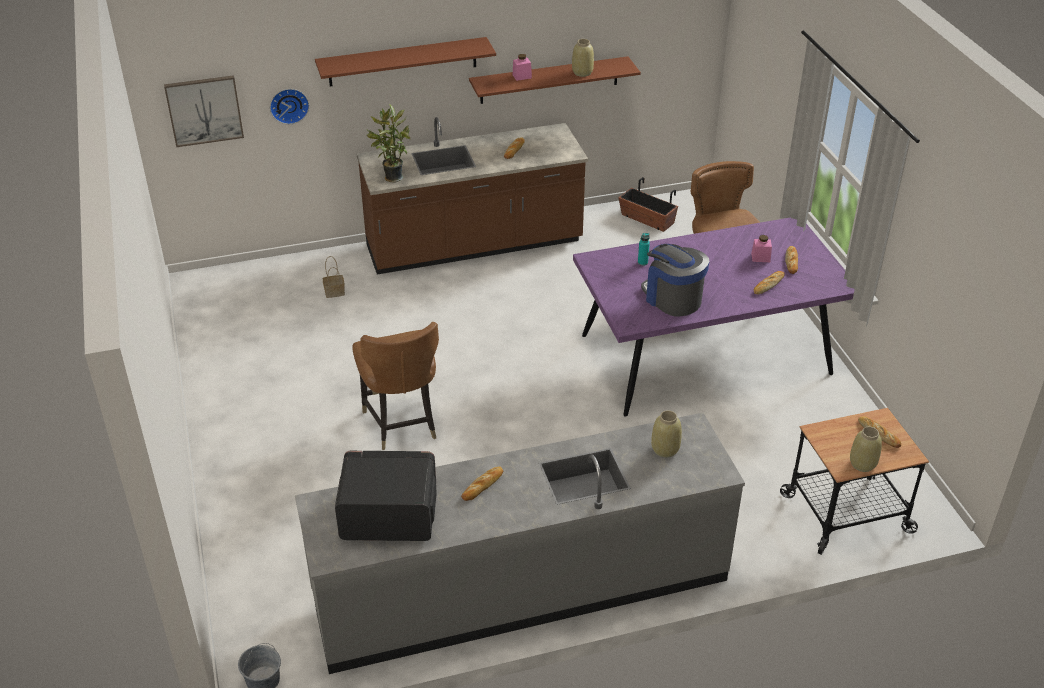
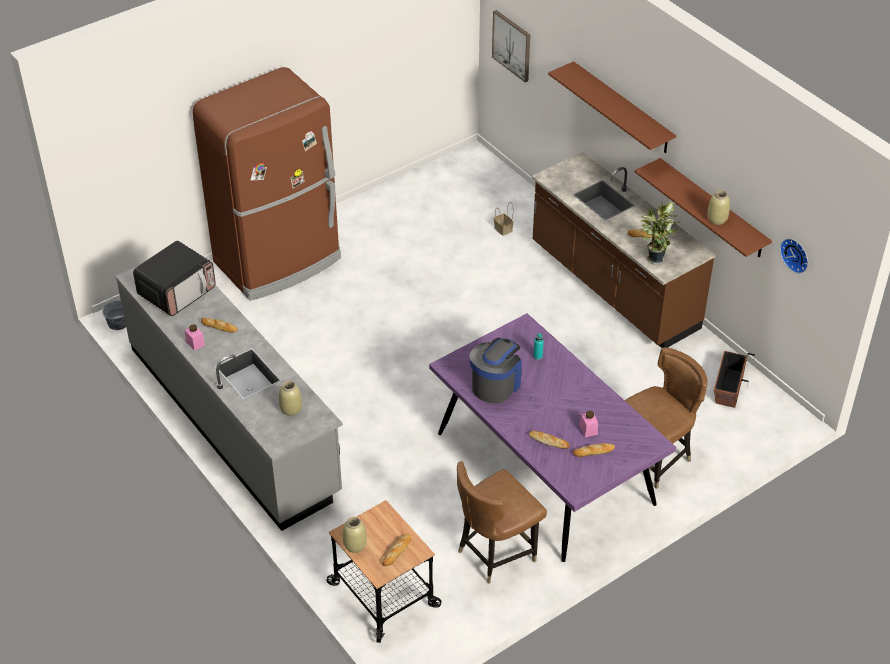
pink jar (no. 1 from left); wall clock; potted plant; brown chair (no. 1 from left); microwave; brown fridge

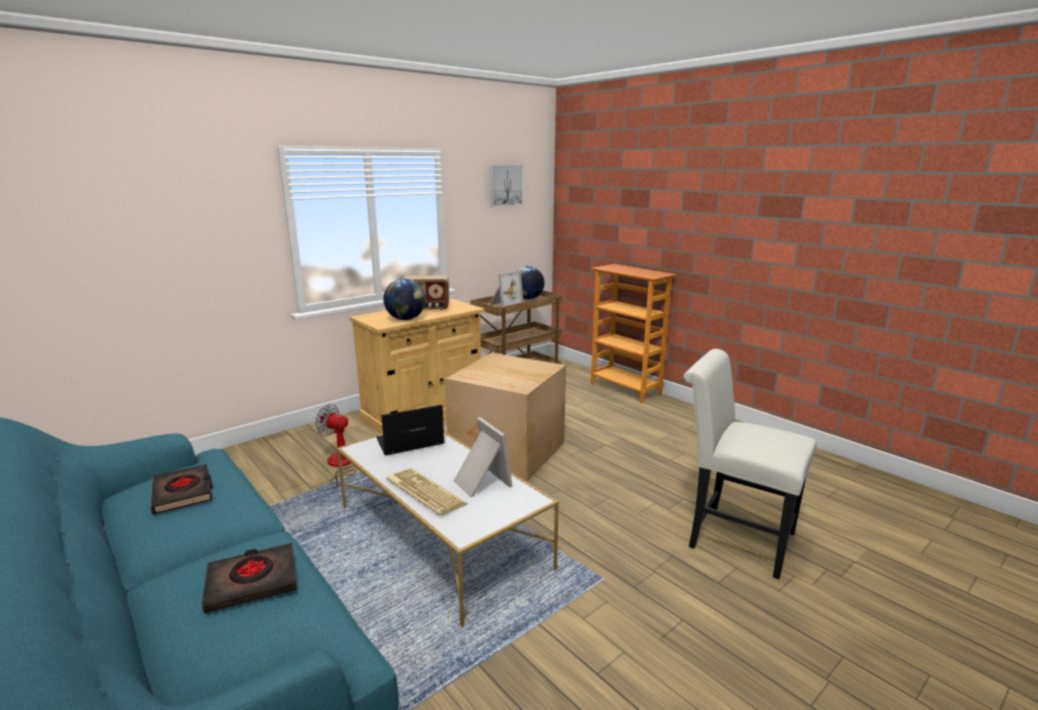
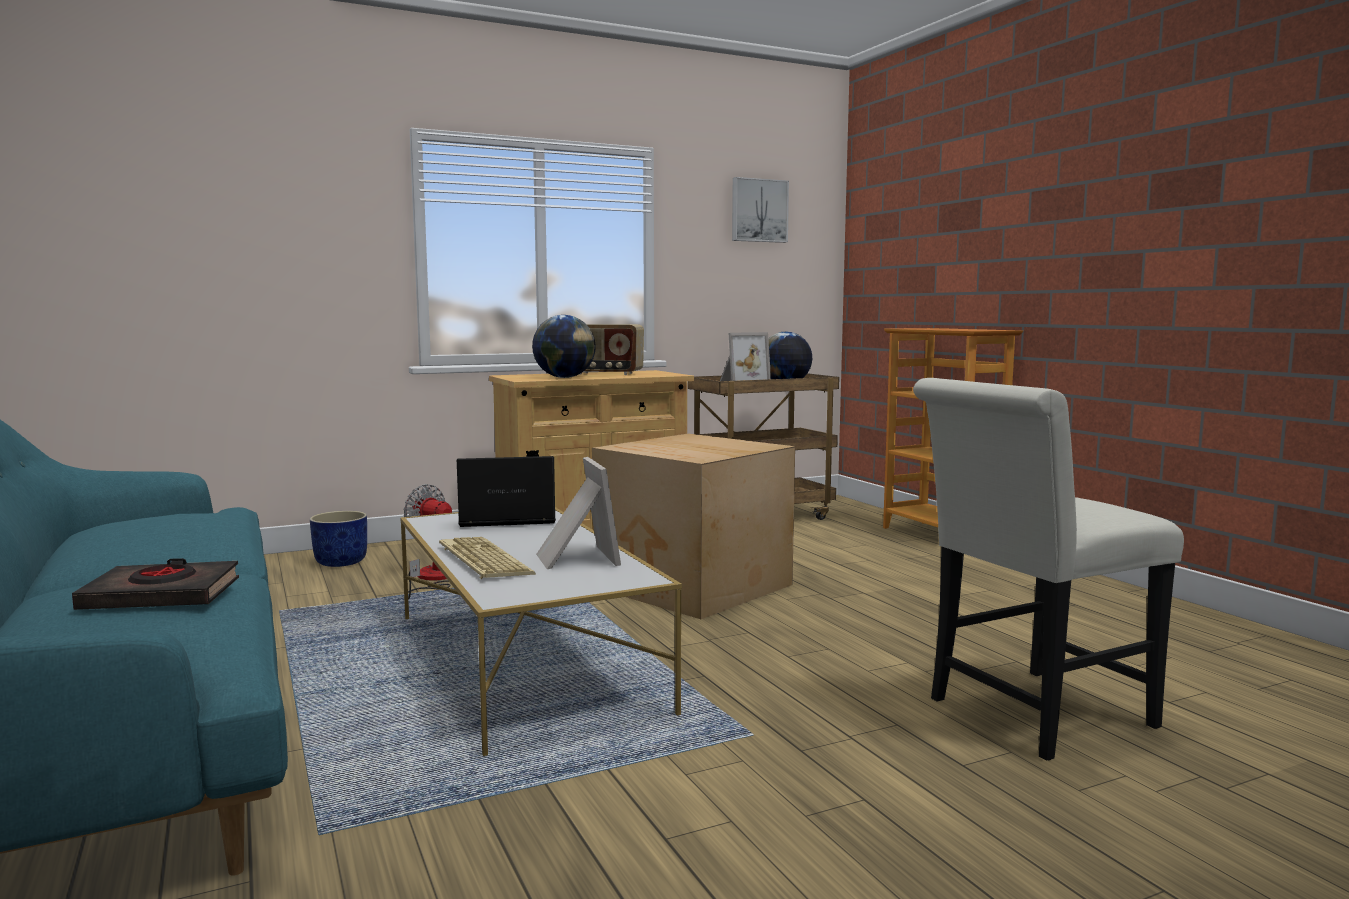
white chair; black book (no. 1 from left in the first image); blue planter

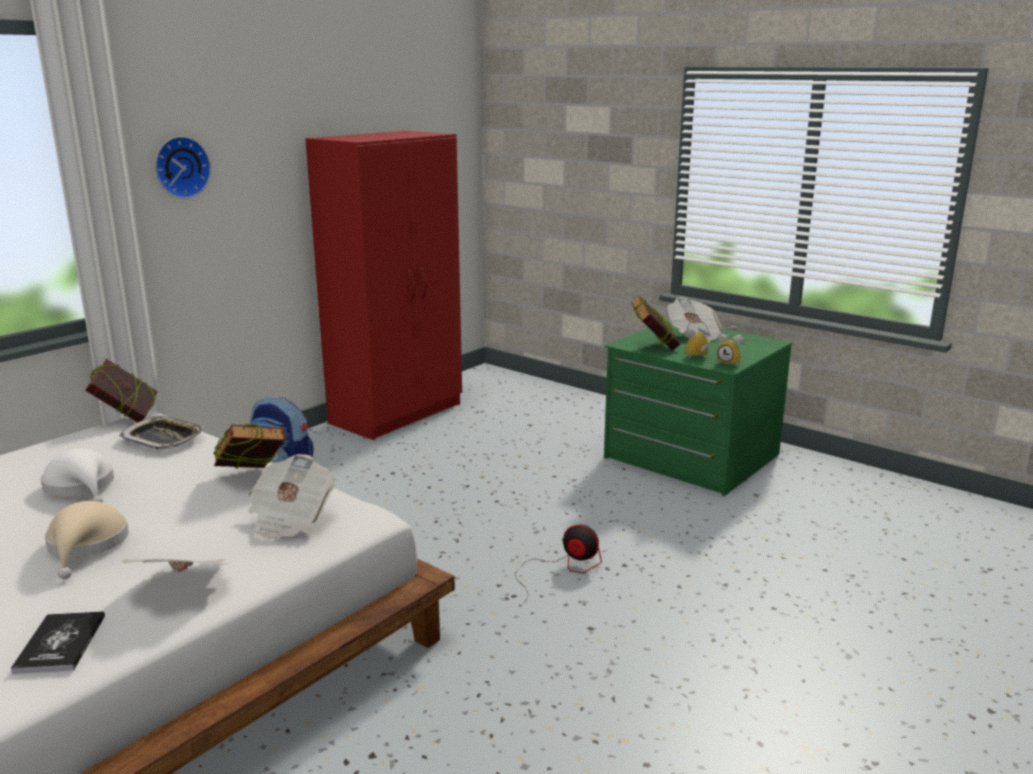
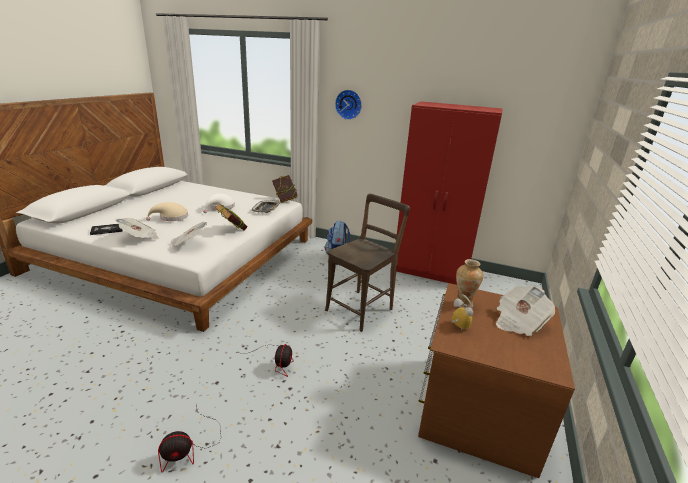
vase; brown dresser; alarm clock (no. 2 from left in the first image); brown chair; fan (no. 1 from left)

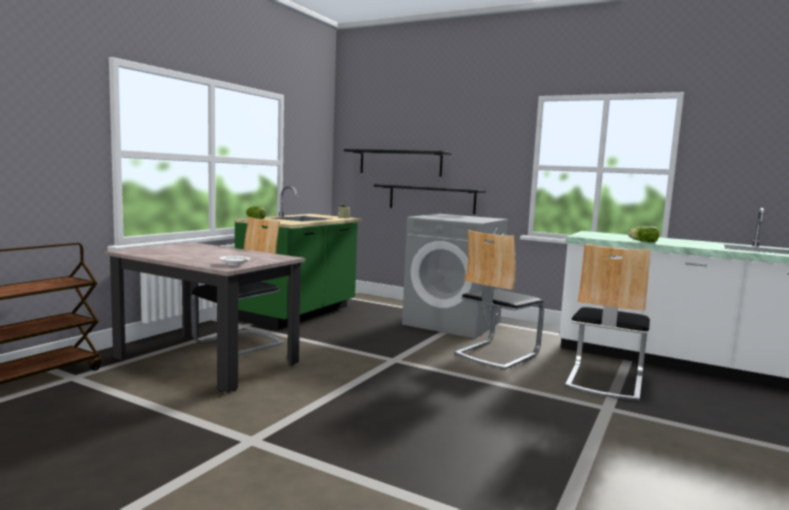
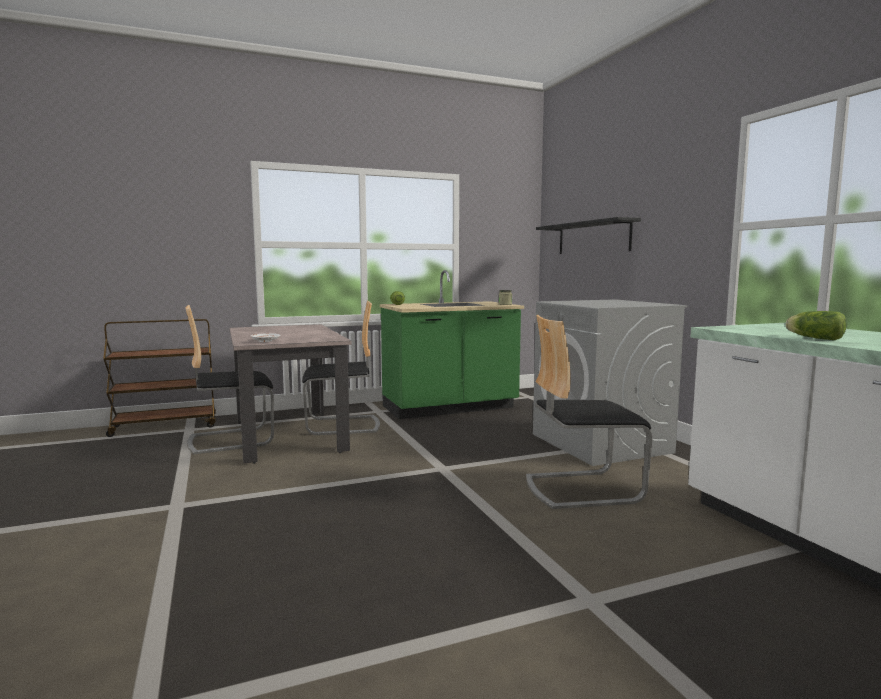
black shelf (no. 2 from left in the first image); chair (no. 1 from left)

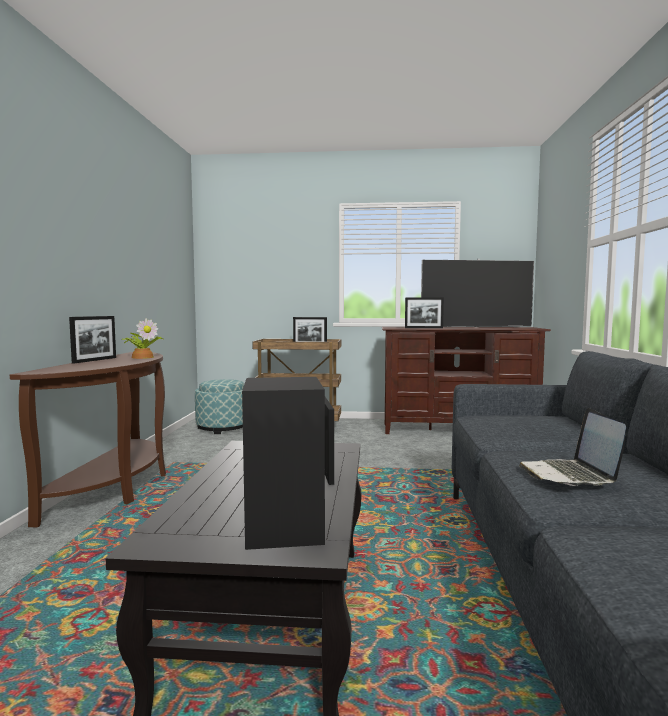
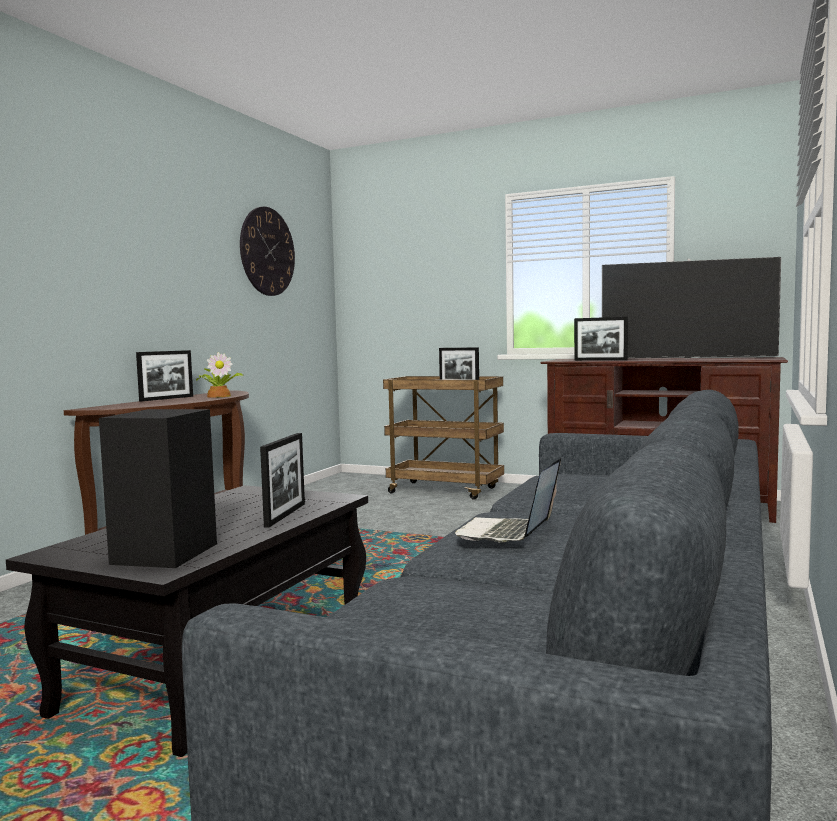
ottoman; wall clock

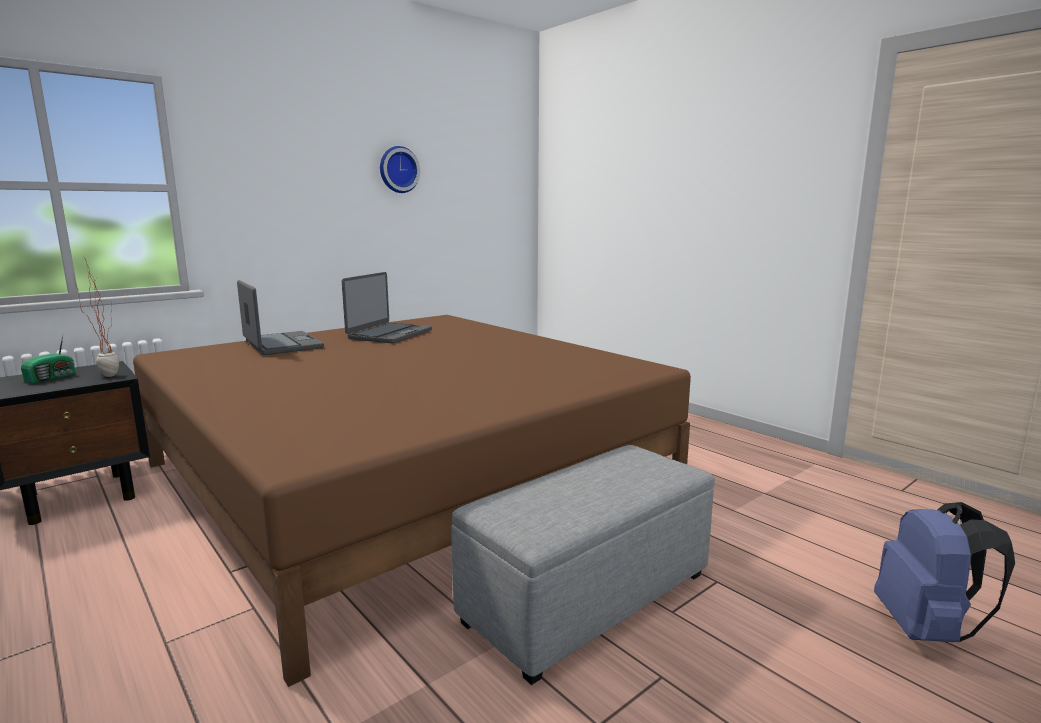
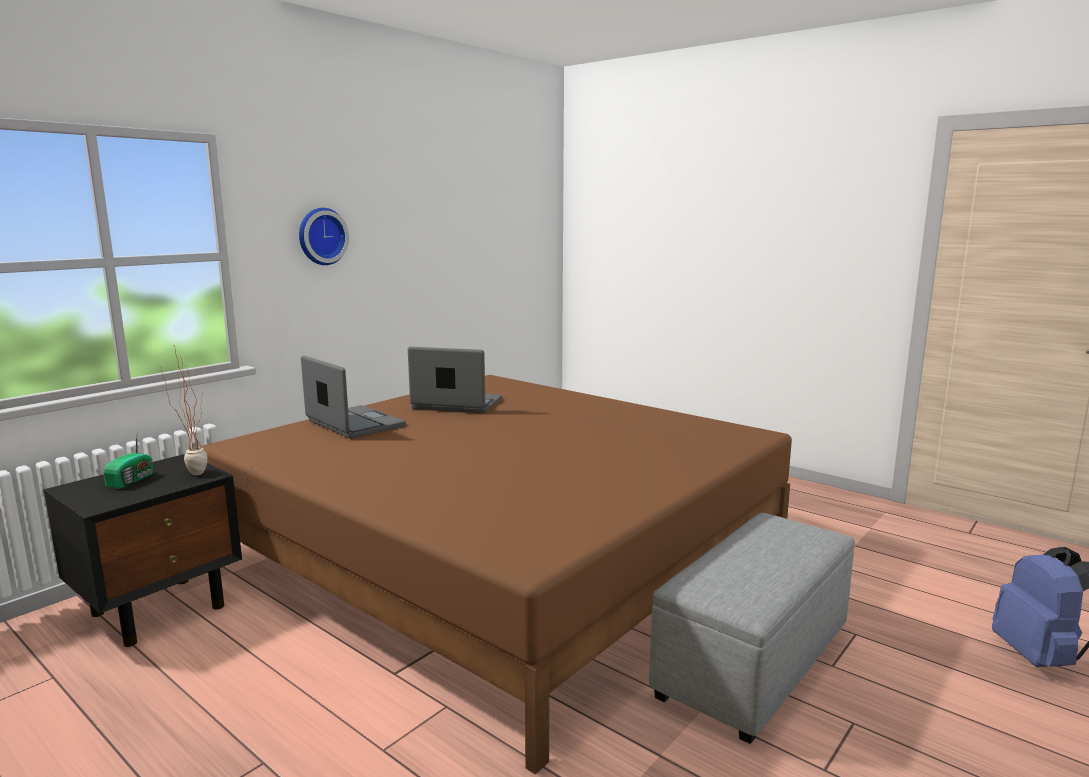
wall clock; laptop (no. 2 from left)

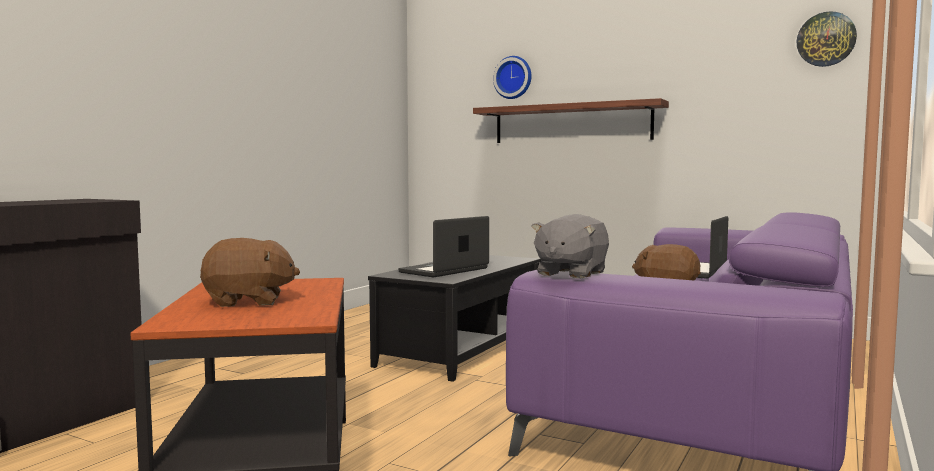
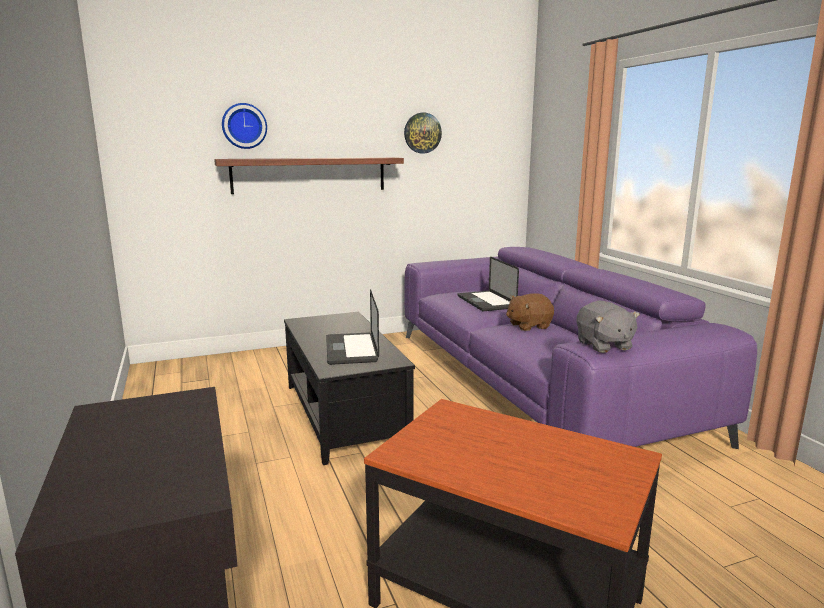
wall clock (no. 2 from left); brown plush toy (no. 1 from left in the first image)

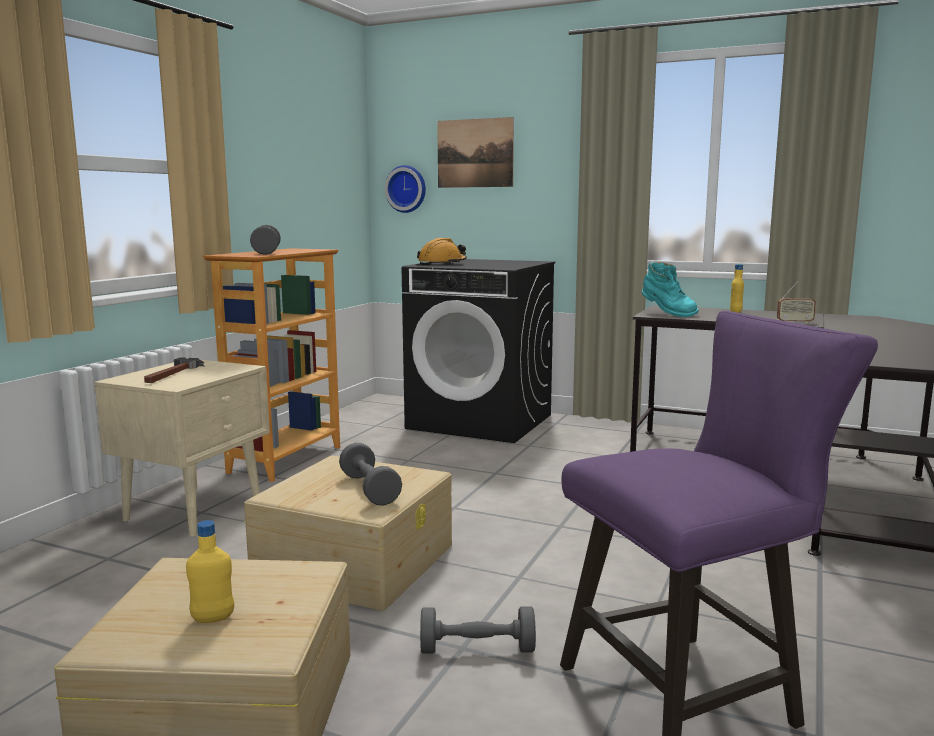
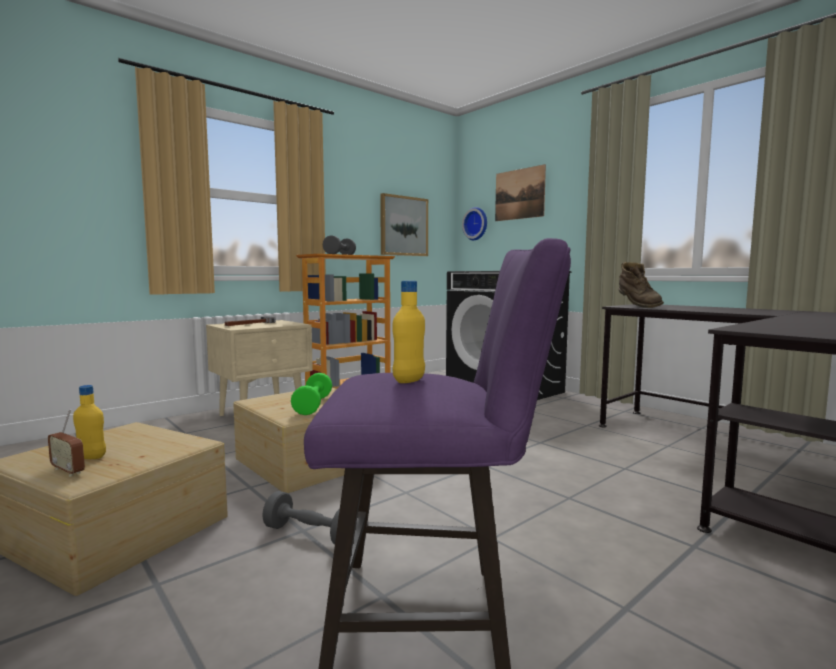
orange hard hat; brown boot; yellow bottle (no. 2 from left); radio; green dumbbell; picture (no. 1 from left)

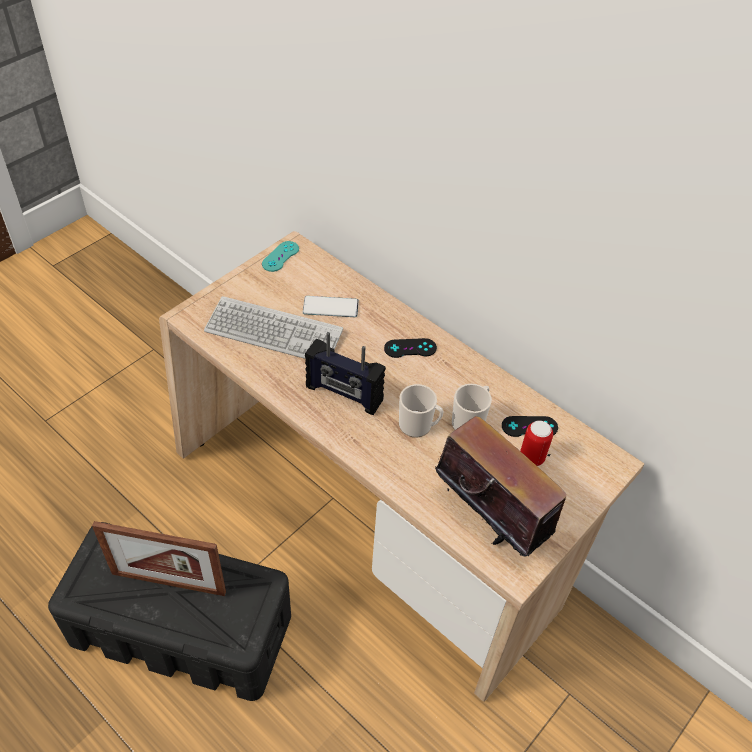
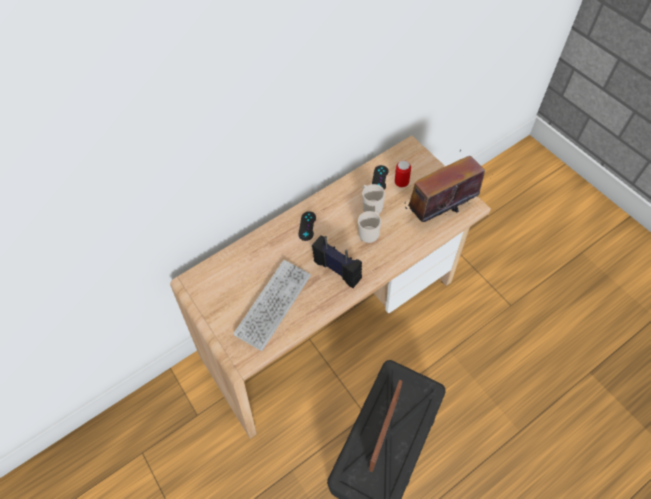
turquoise game controller; phone; radio (no. 1 from left)

